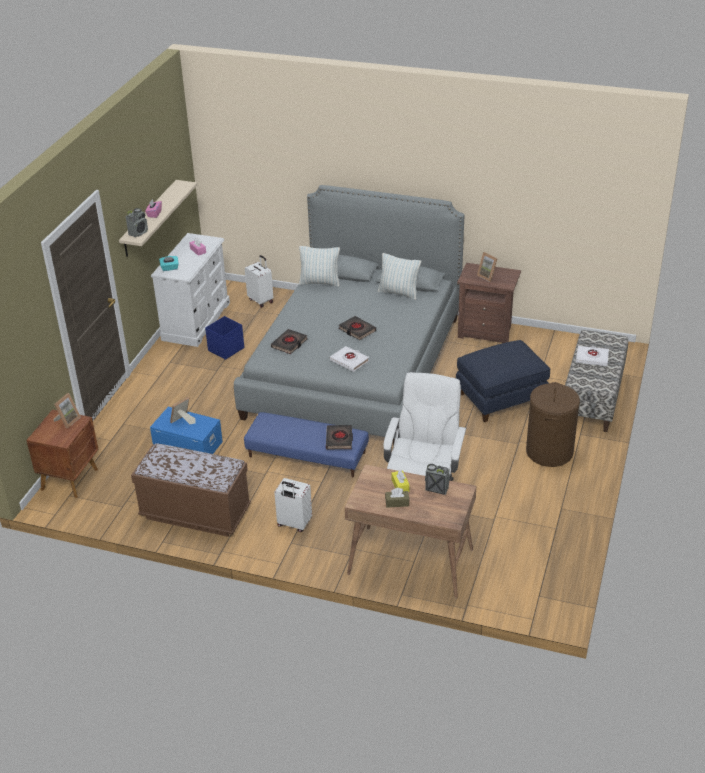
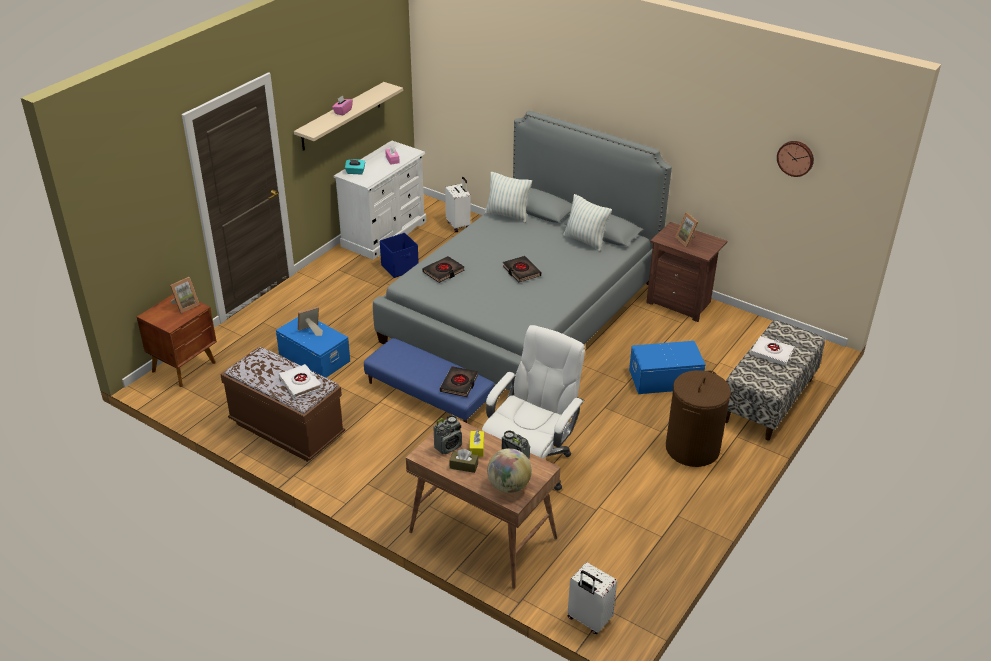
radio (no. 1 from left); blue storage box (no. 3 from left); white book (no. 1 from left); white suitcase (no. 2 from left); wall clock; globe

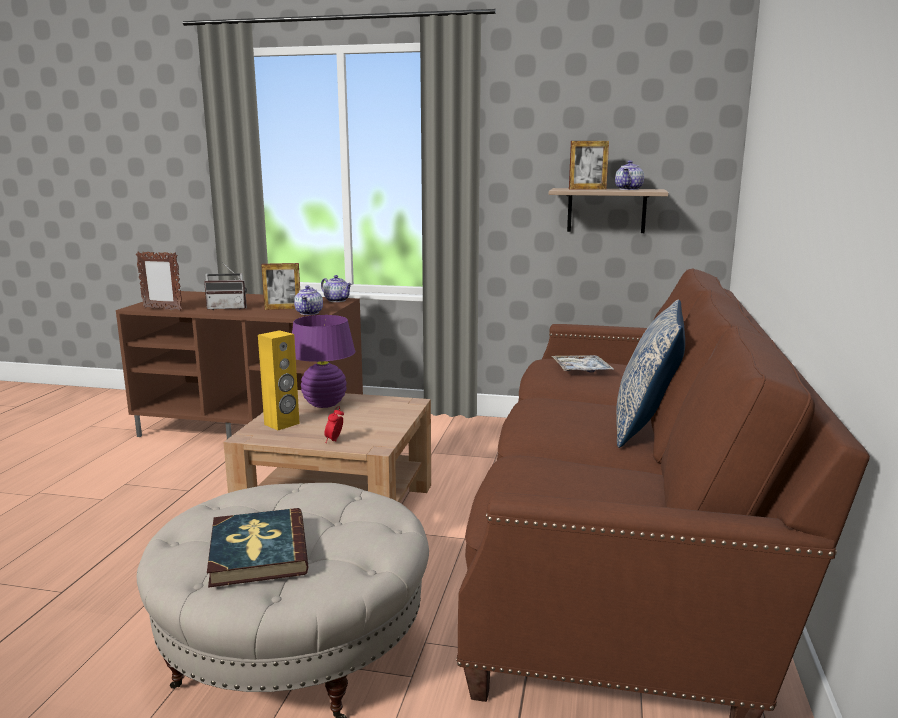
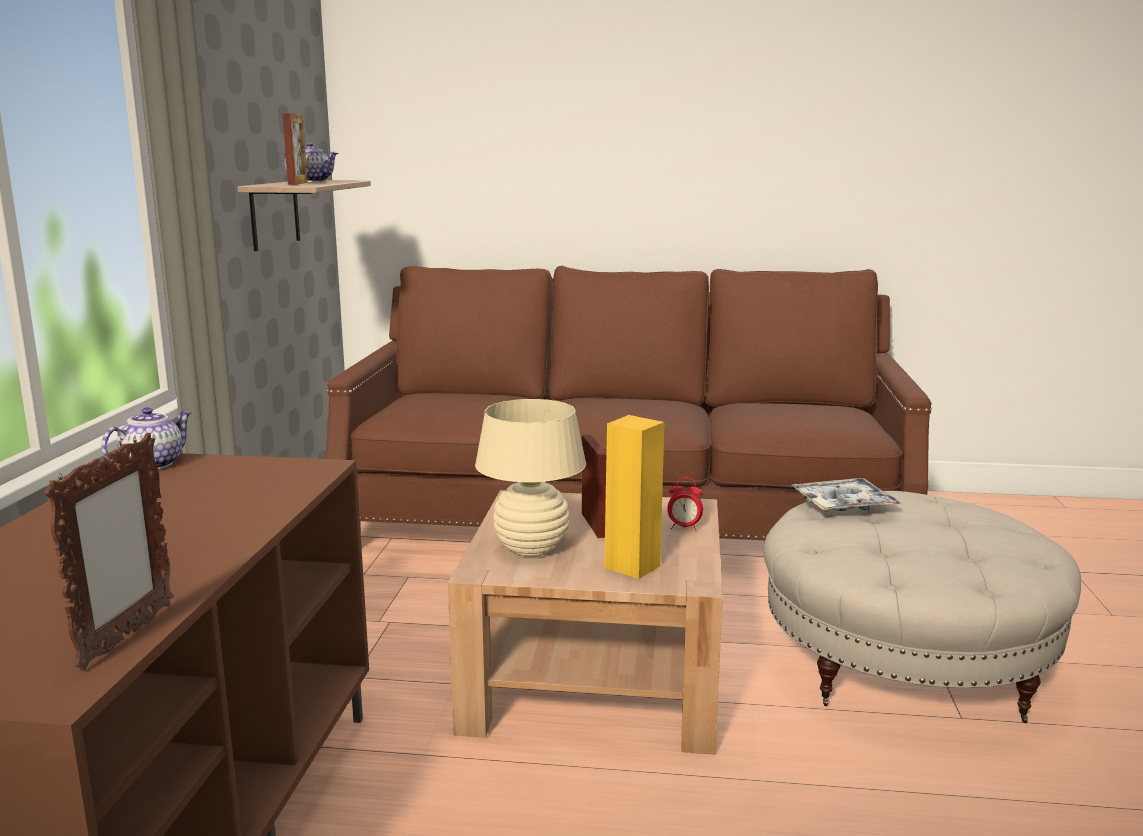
radio; picture frame (no. 3 from left); teapot (no. 1 from left in the first image); pillow; beige table lamp; tray; book

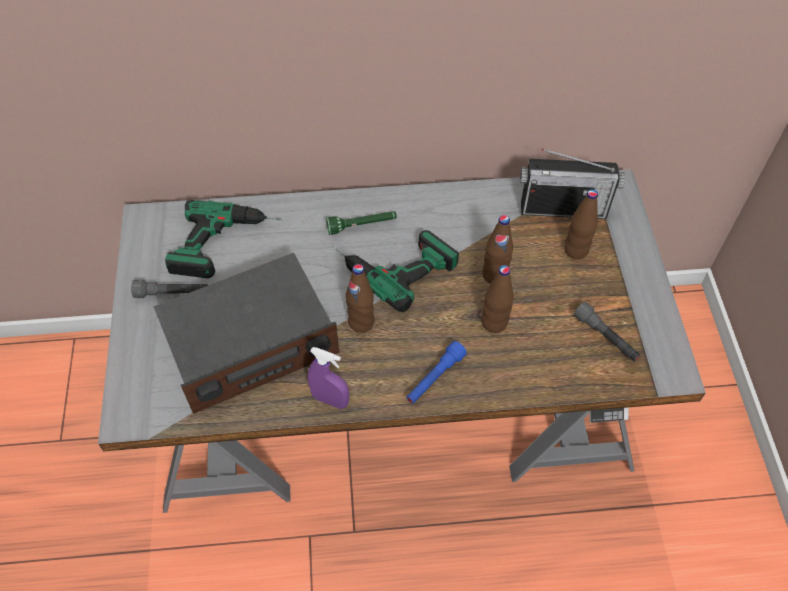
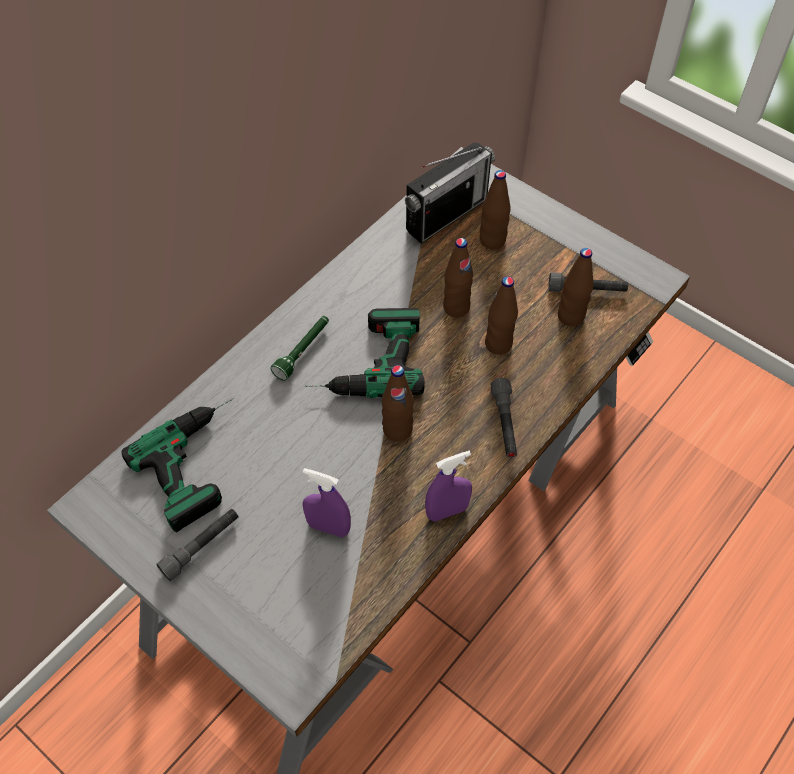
purple spray bottle (no. 1 from left); grey flashlight (no. 2 from left); brown bottle (no. 5 from left)

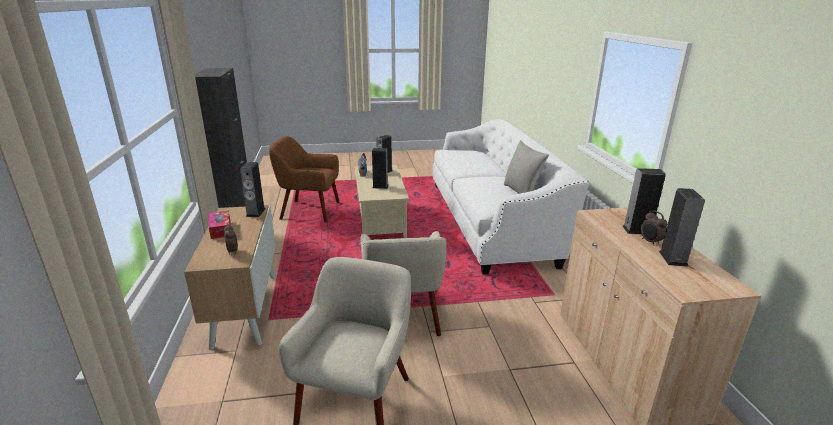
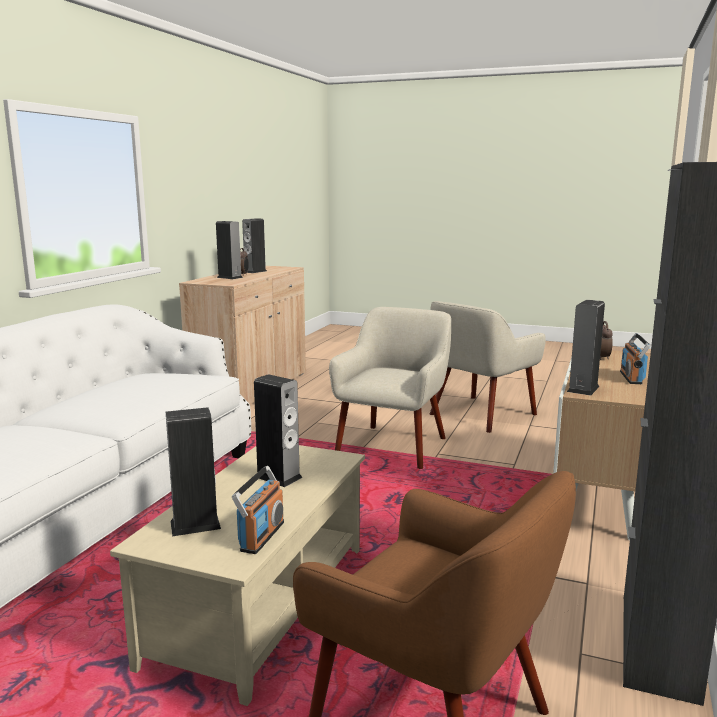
grey pillow; radio (no. 2 from left)

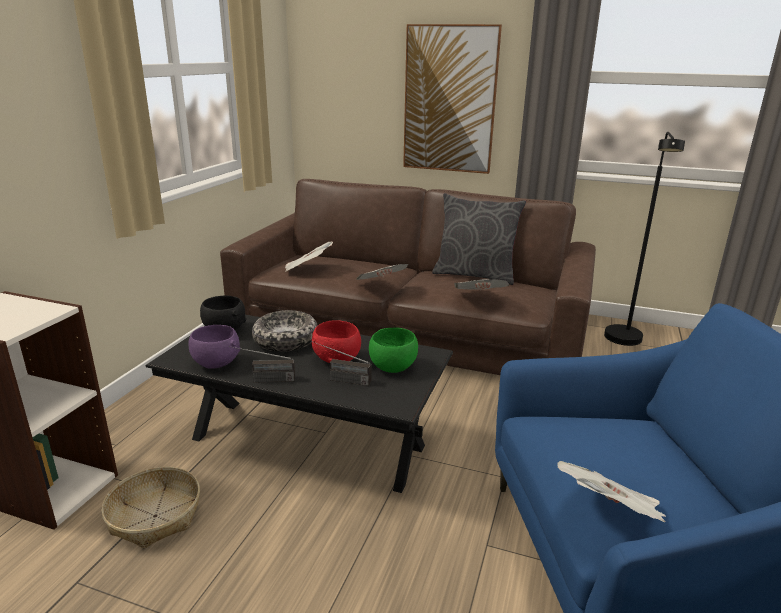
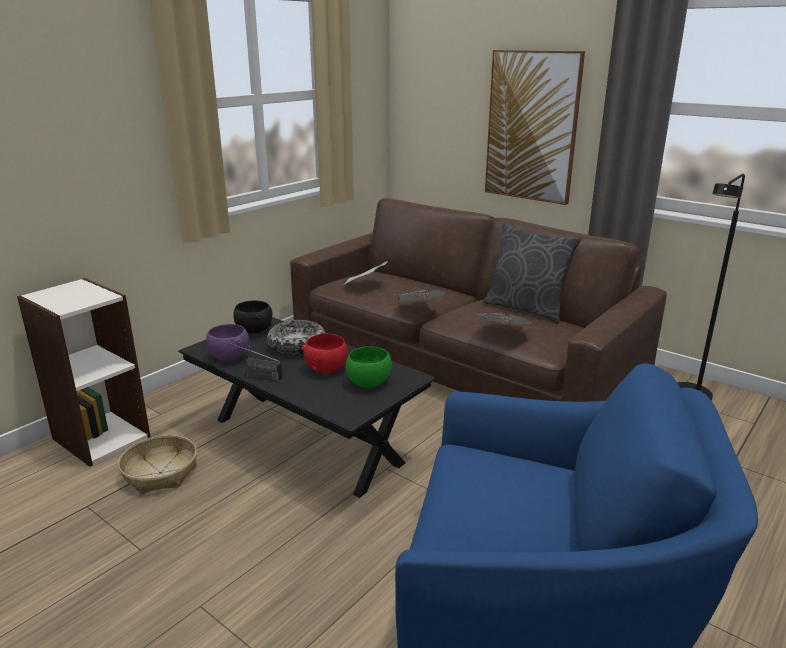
radio (no. 2 from left in the first image); newspaper (no. 4 from left in the first image)

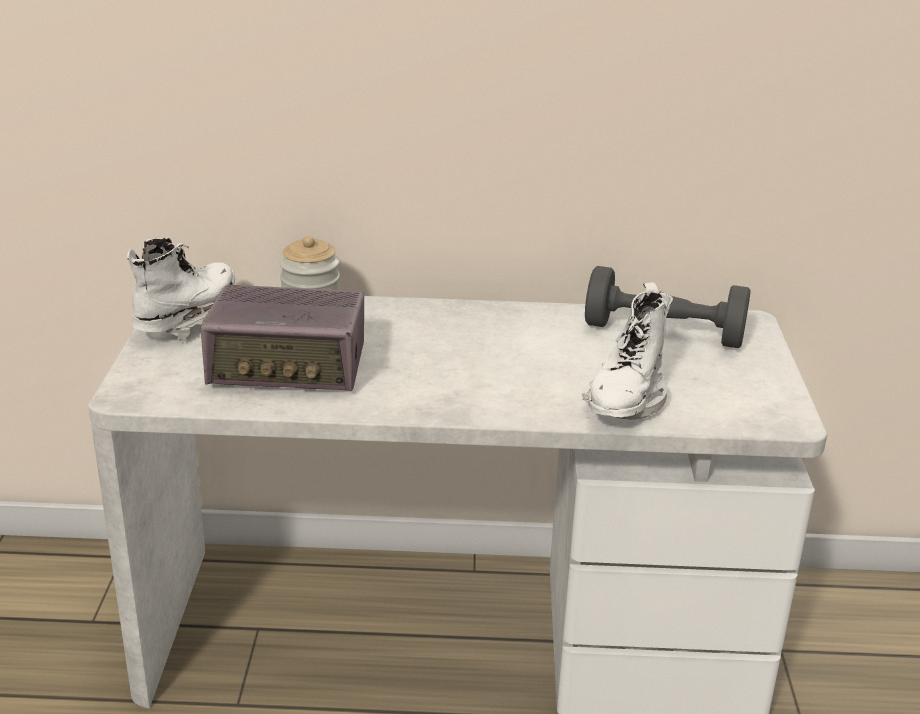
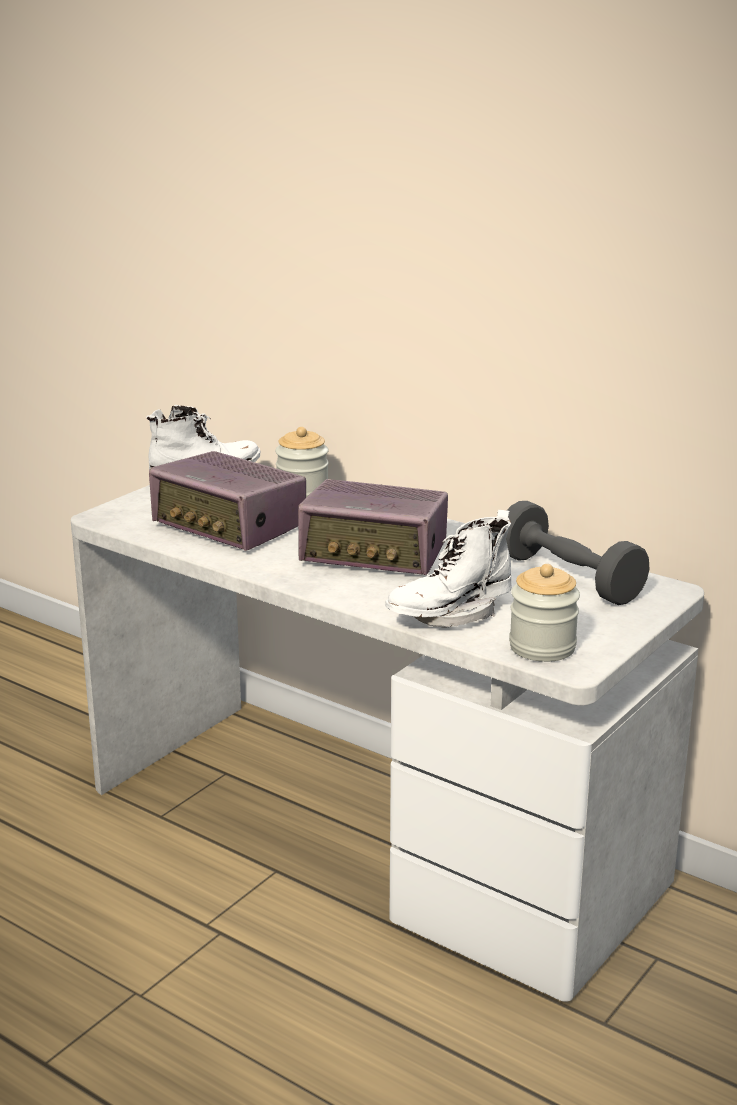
radio (no. 2 from left); jar (no. 2 from left)

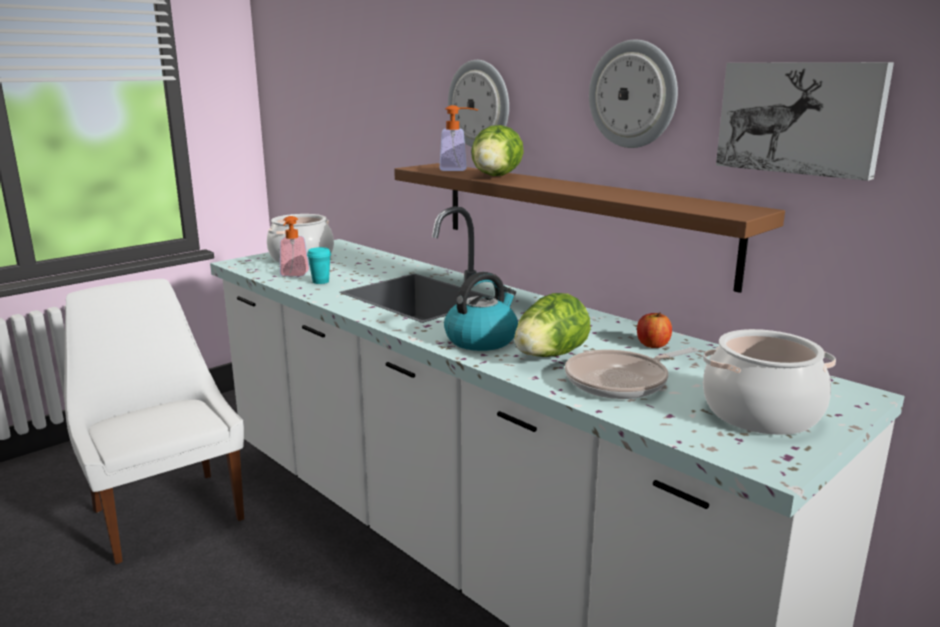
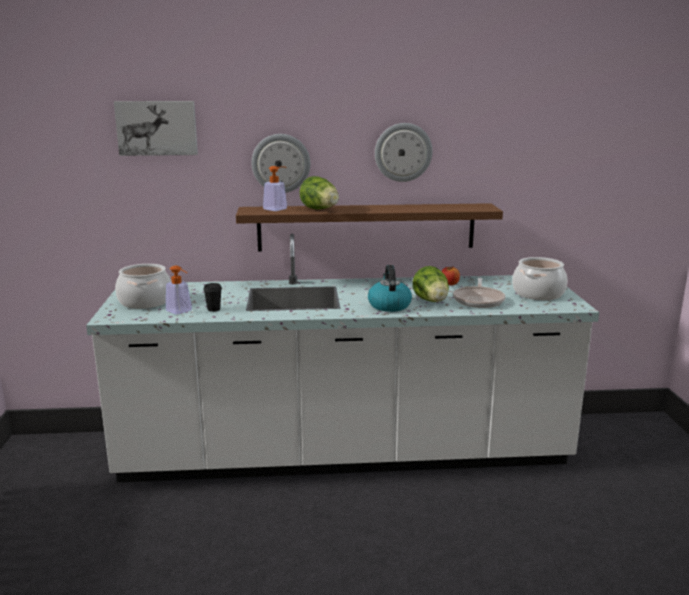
picture; black cup; white chair

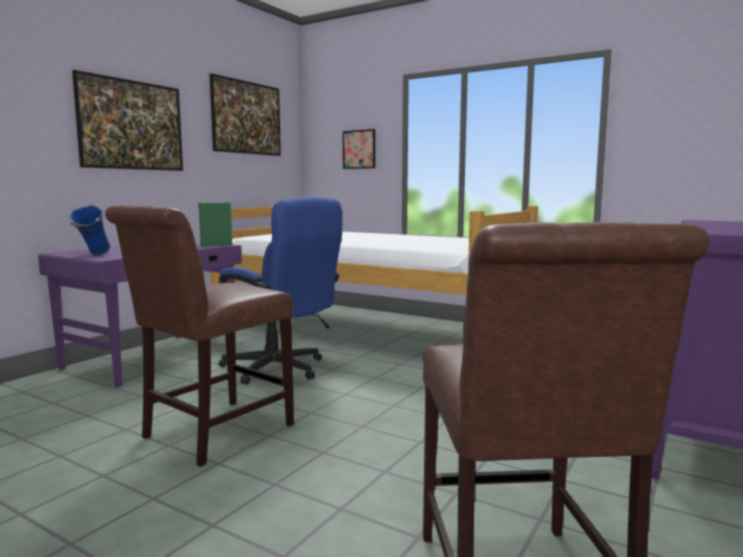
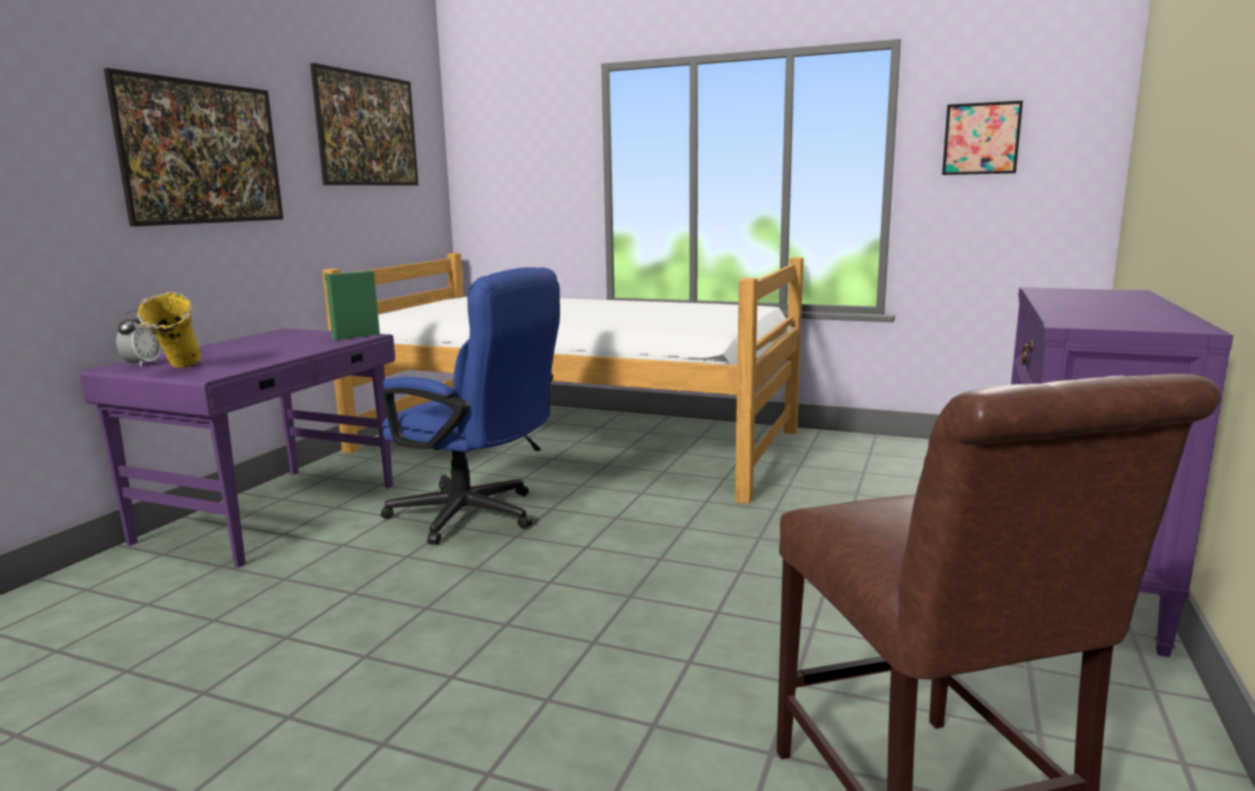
picture (no. 3 from left); yellow vase; brown chair (no. 1 from left in the first image); alarm clock

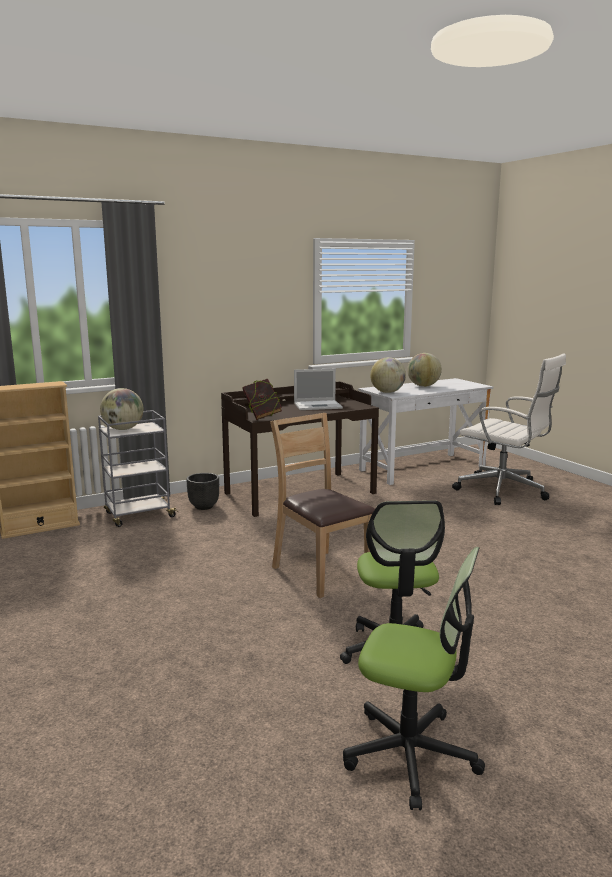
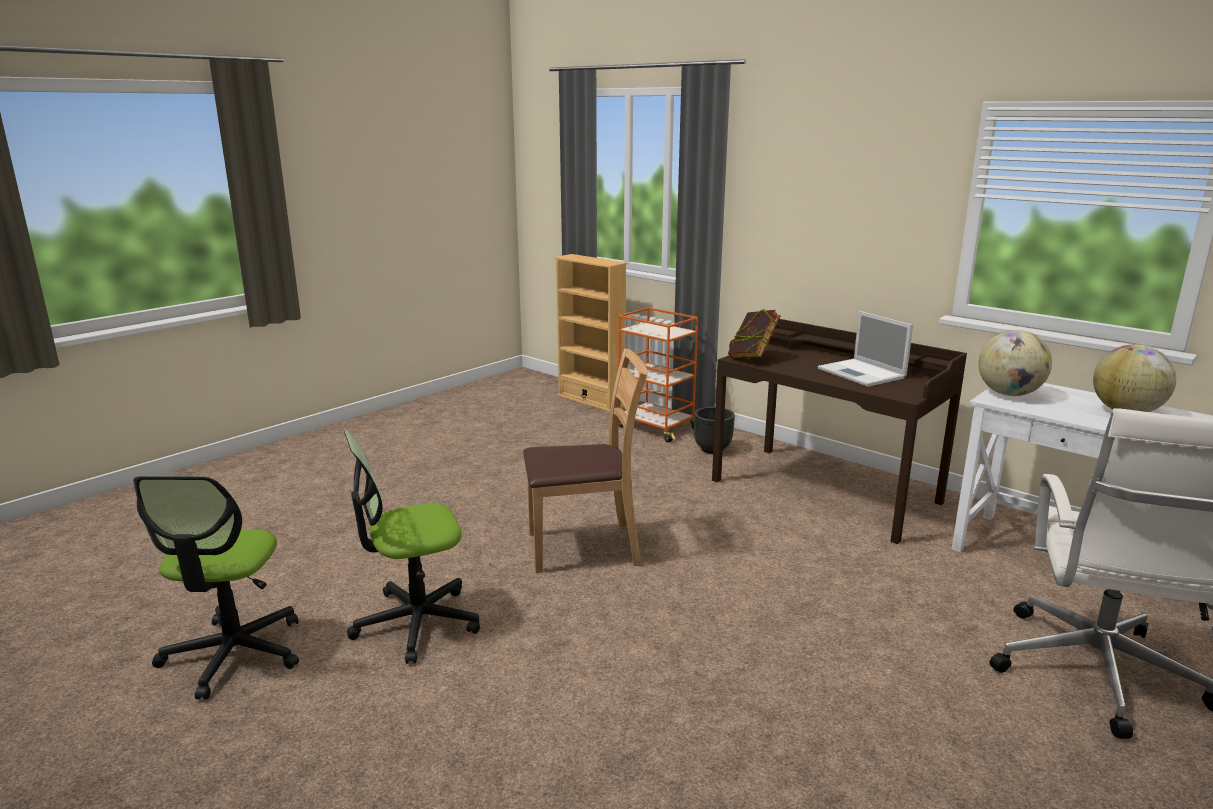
globe (no. 1 from left in the first image); orange cart; brown chair

